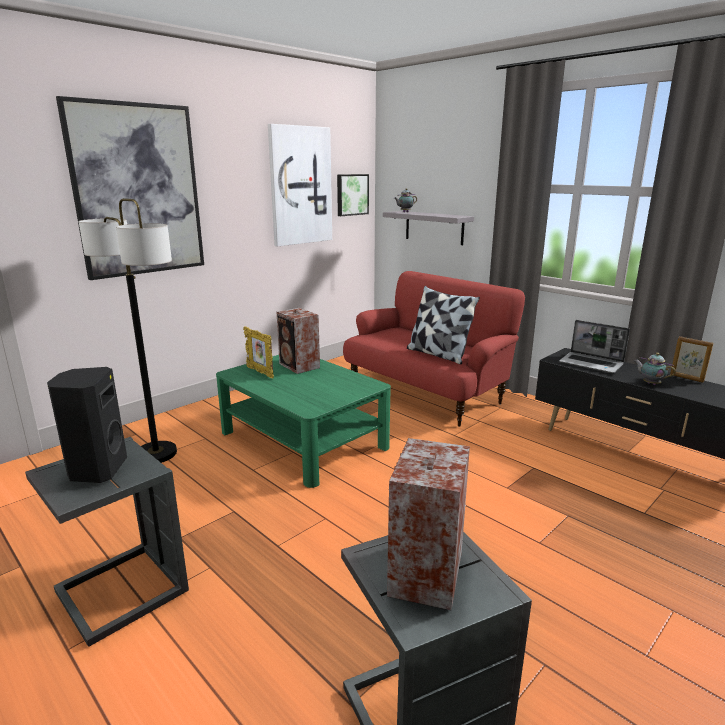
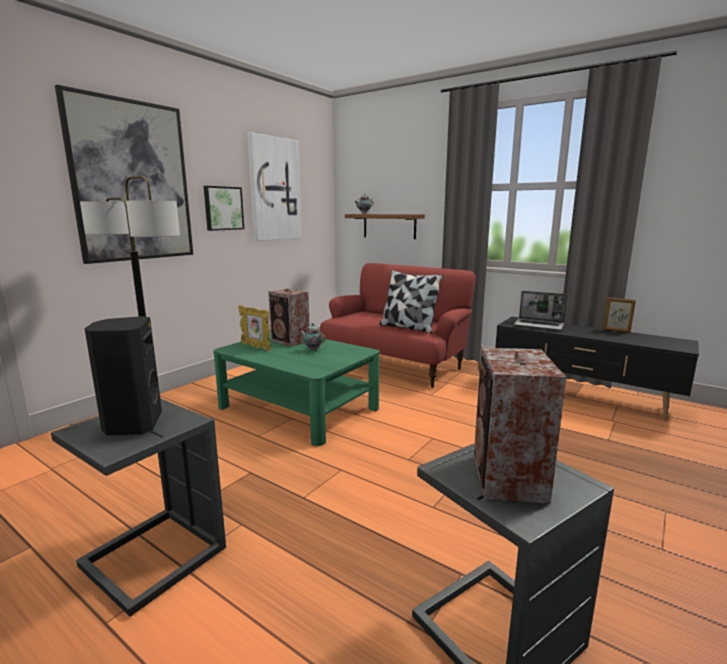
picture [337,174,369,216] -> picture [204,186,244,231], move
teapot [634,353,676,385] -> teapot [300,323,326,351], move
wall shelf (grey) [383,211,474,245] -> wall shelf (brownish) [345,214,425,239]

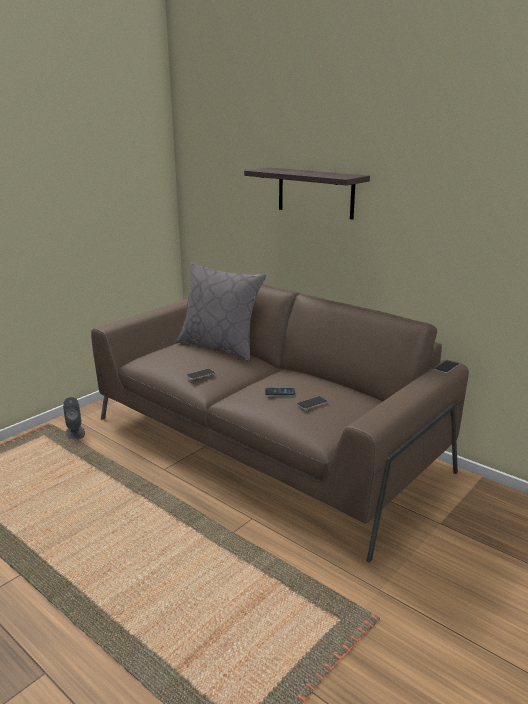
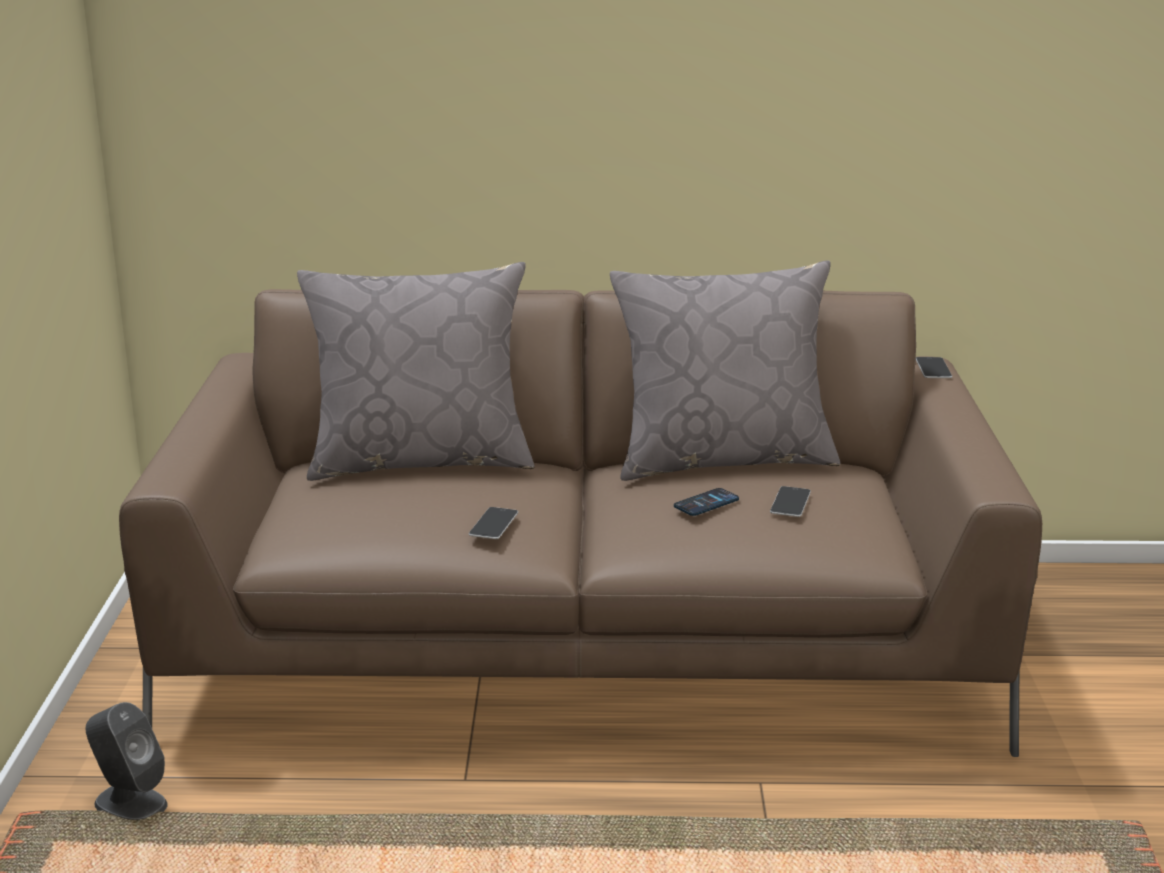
wall shelf [244,167,370,220] -> none
none -> cushion (grey) [610,260,841,481]

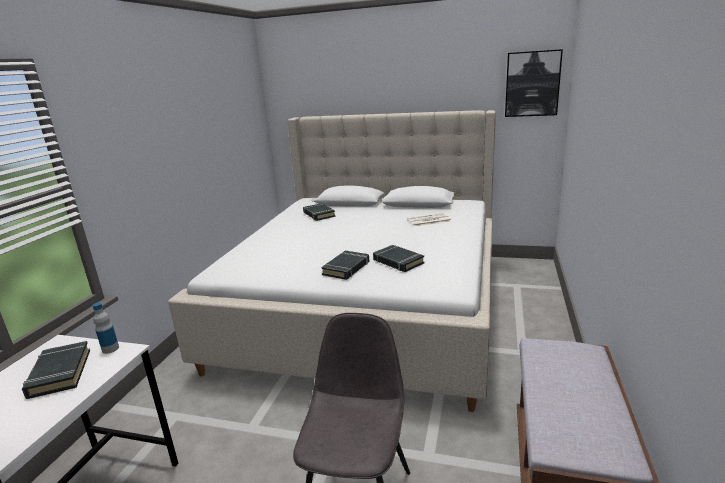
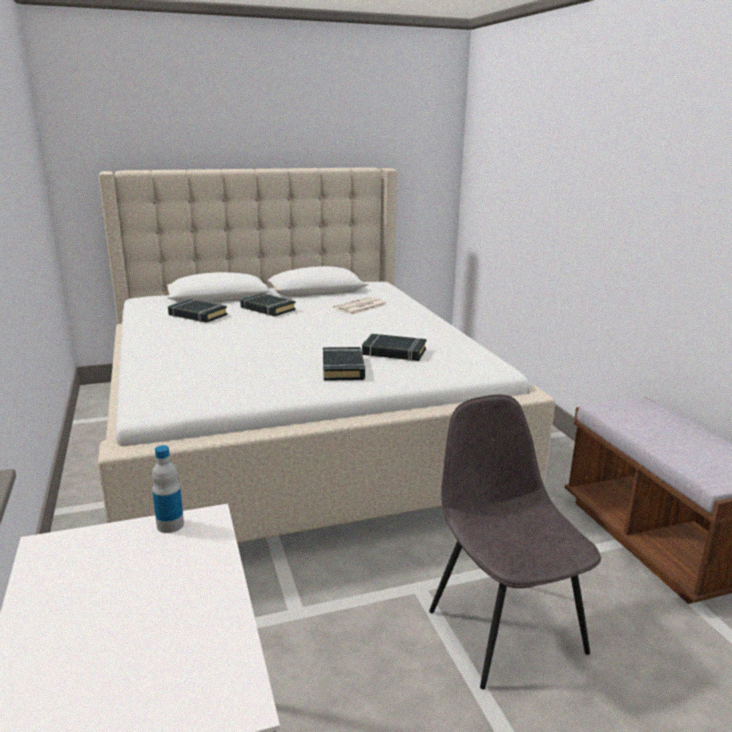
picture [505,49,563,117] -> none
bound book (black) [22,341,90,399] -> bound book (black) [240,293,296,316], move

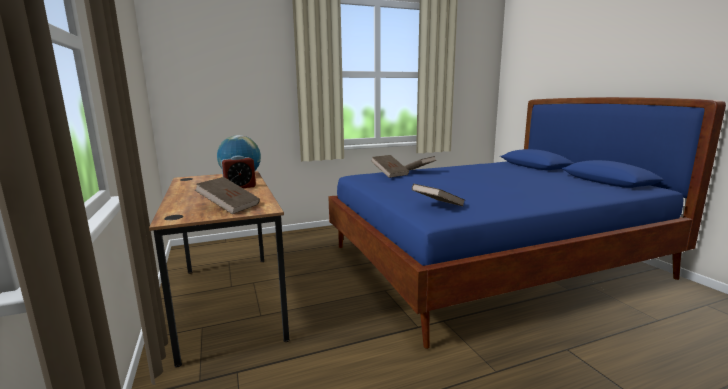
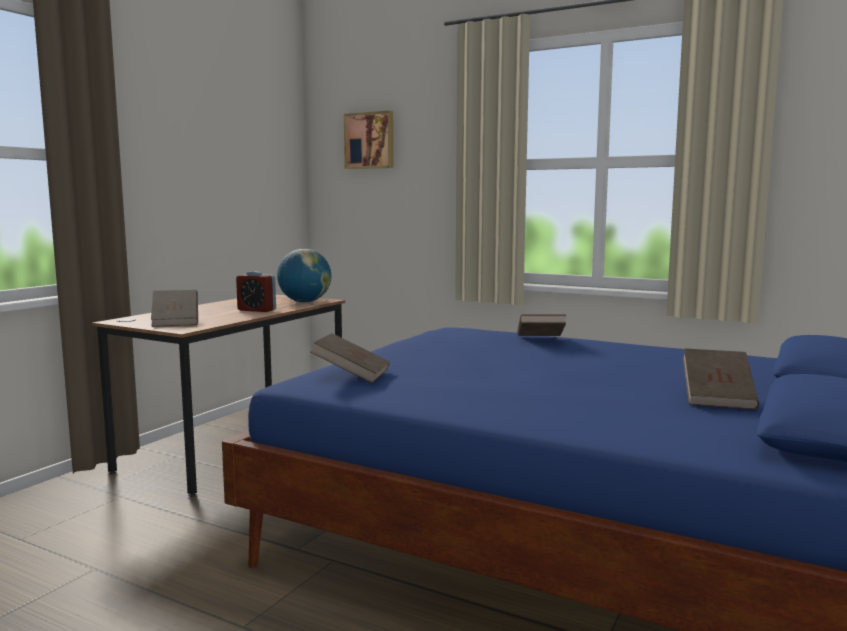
none -> picture [344,111,393,169]
bound book (brownish) [371,155,409,178] -> bound book (brownish) [683,348,759,410], move

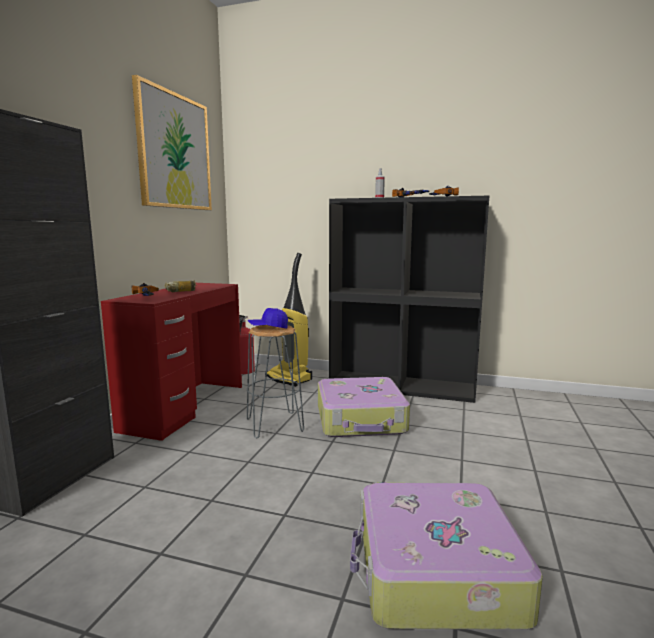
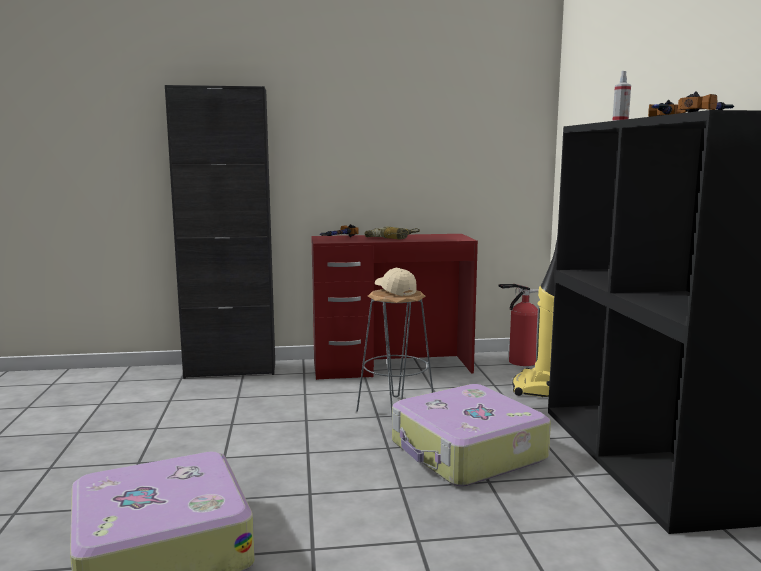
picture [132,75,212,210] -> none
baseball cap (bluish) [248,308,288,329] -> baseball cap (sand-coloured) [375,268,417,296]

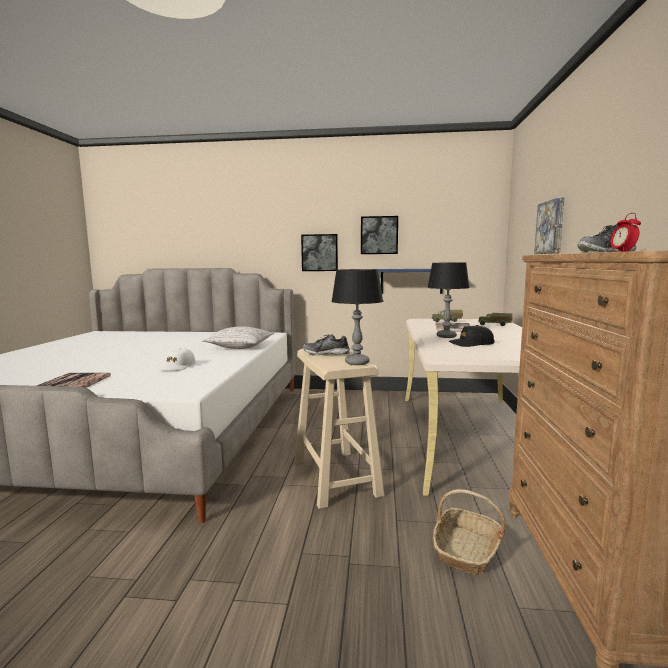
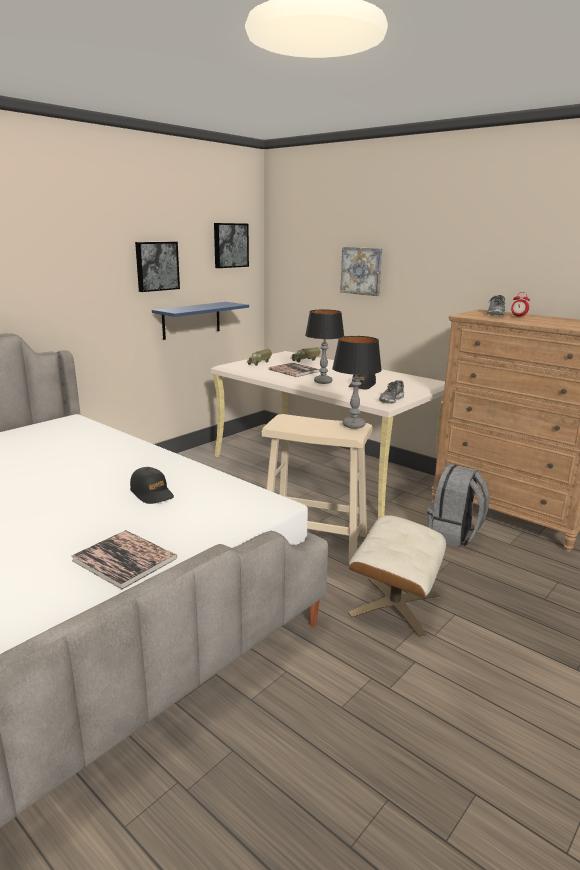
cushion [202,326,274,349] -> none
none -> footrest (sand-coloured) [348,515,446,637]
picture [301,234,338,271] -> picture [214,223,249,268], move
shoe [303,334,350,355] -> shoe [379,380,404,404], move
basket [433,489,506,575] -> backpack (grey) [427,464,489,547]
baseball cap (whitish) [159,348,195,371] -> baseball cap (black) [130,467,174,504]

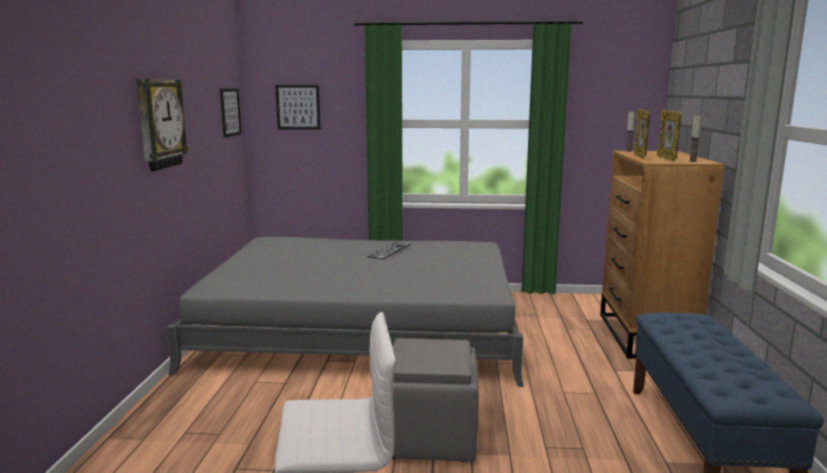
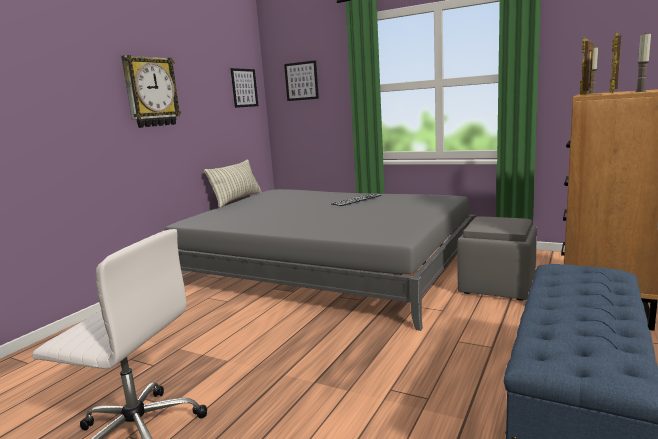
none -> cushion [204,159,262,208]
footrest (grey) [392,338,478,462] -> footrest (grey) [457,216,537,301], move

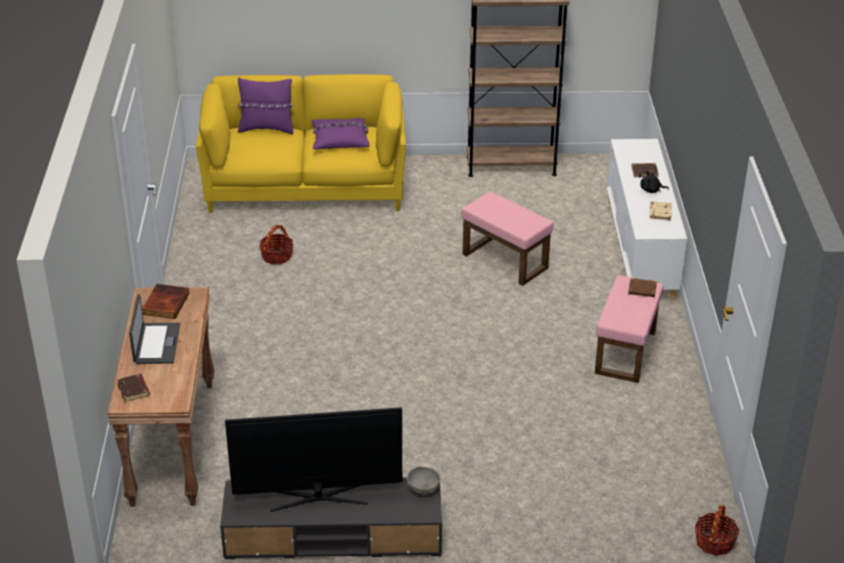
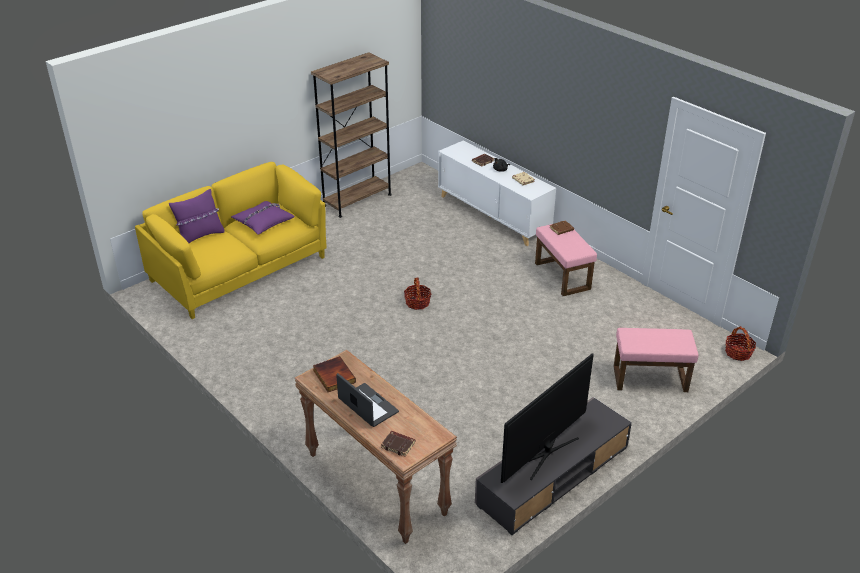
serving bowl (grey) [407,466,440,495] -> none
basket [259,225,293,264] -> basket [404,277,432,310], move
footrest (pink-coloured) [461,191,553,286] -> footrest (pink-coloured) [613,328,699,392], move

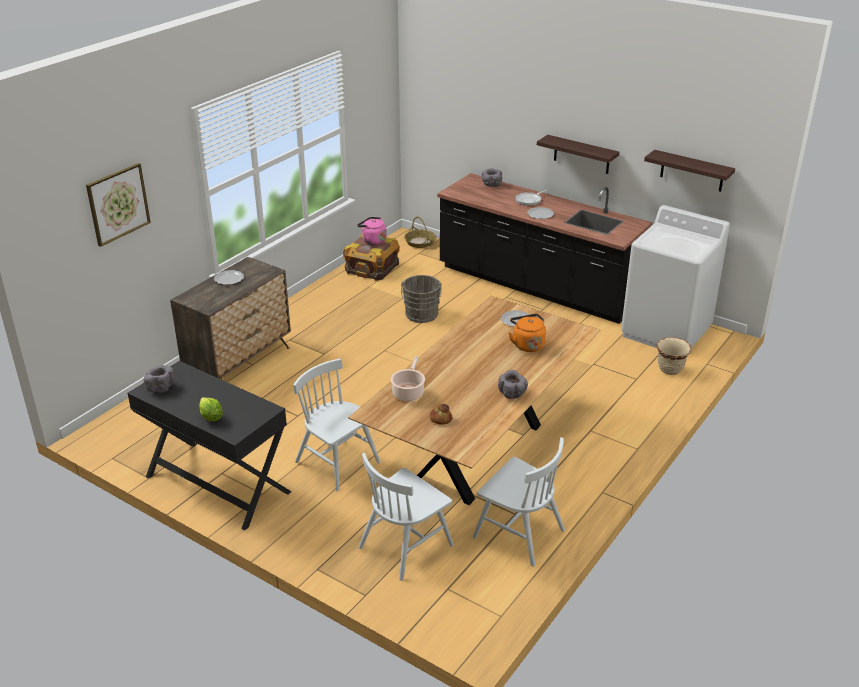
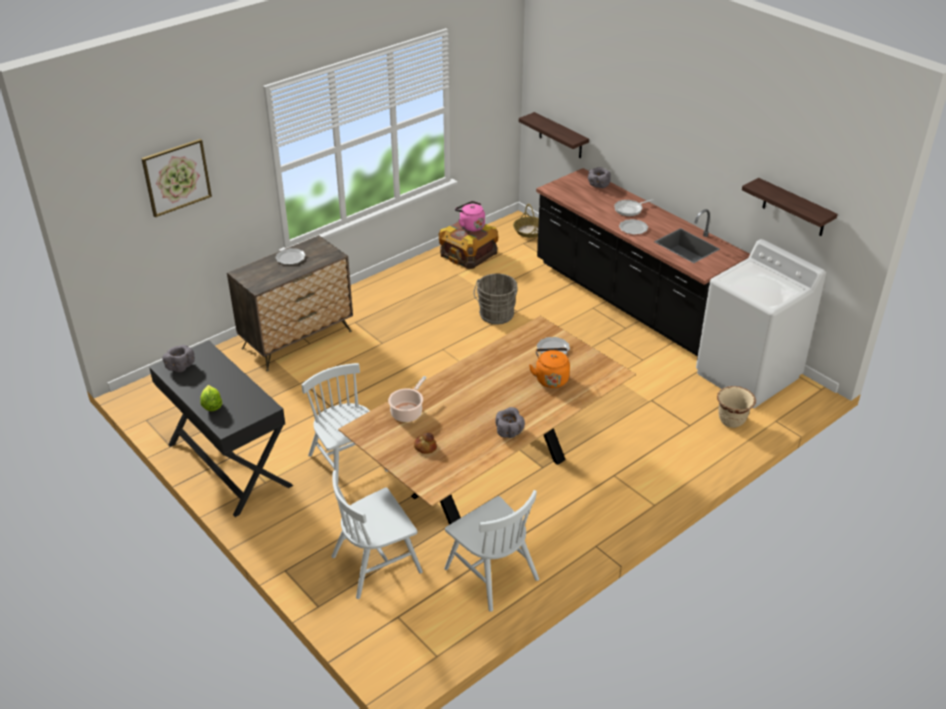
wall shelf [537,135,619,174] -> wall shelf [519,112,589,159], move

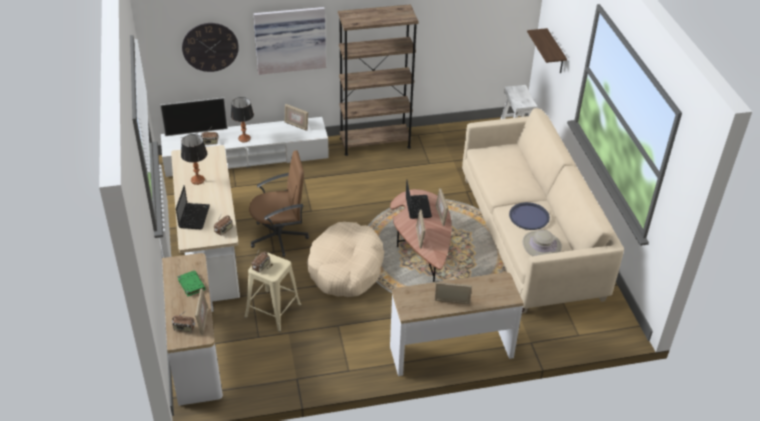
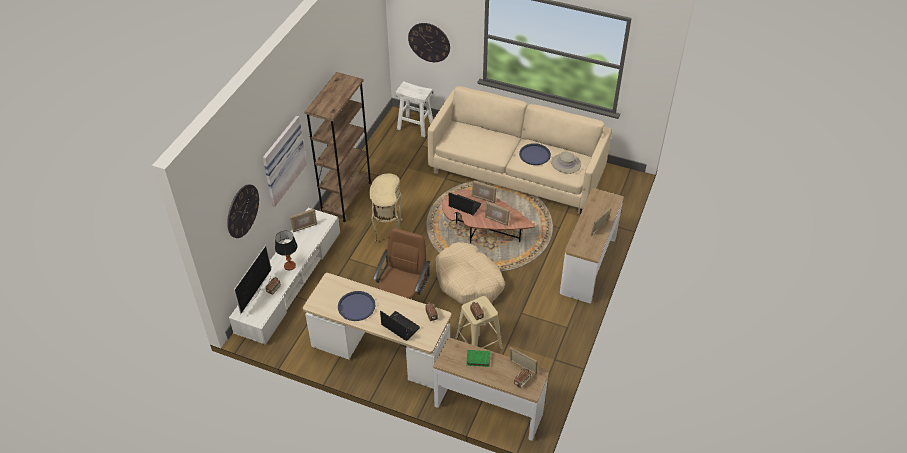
none -> side table (sand-coloured) [369,174,403,242]
tabletop lamp [181,134,207,185] -> carrying tray (bluish) [338,291,375,321]
wall shelf [527,28,567,73] -> clock on the wall [408,23,450,62]

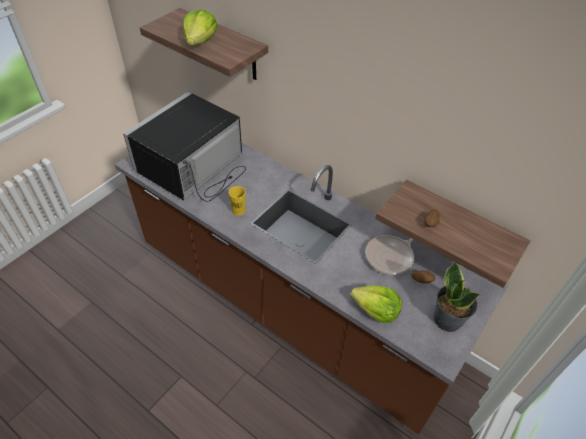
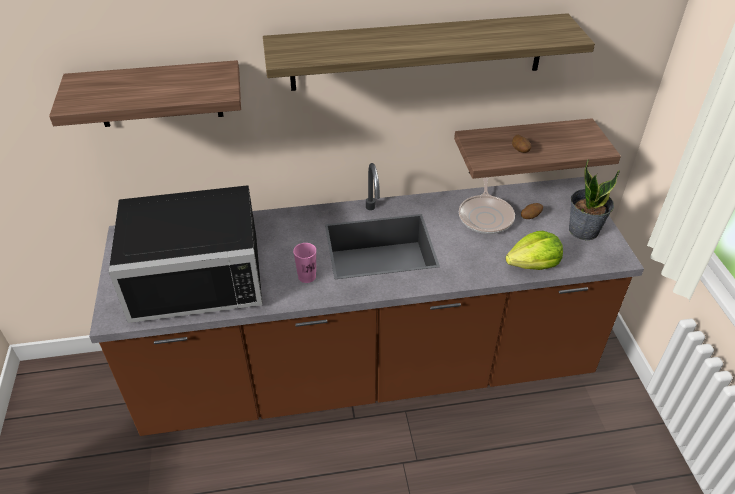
lettuce head [183,9,218,45] -> none
none -> wall shelf [263,13,595,91]
drinking cup (yellow-coloured) [229,186,246,216] -> drinking cup (pink-coloured) [293,243,316,283]
kitchen microwave (black) [123,92,246,202] -> kitchen microwave (black) [109,185,262,323], 90 degrees counterclockwise

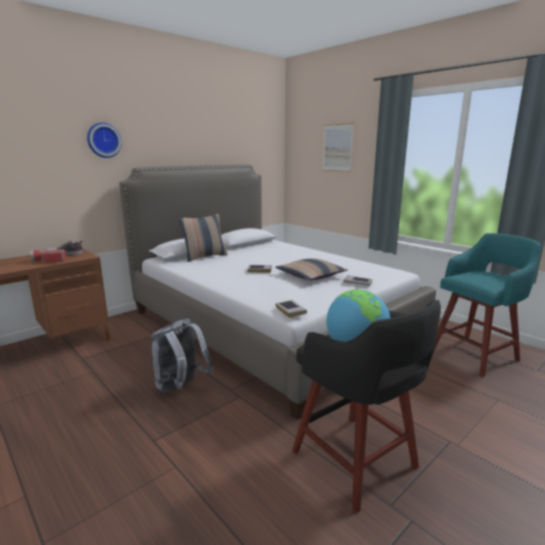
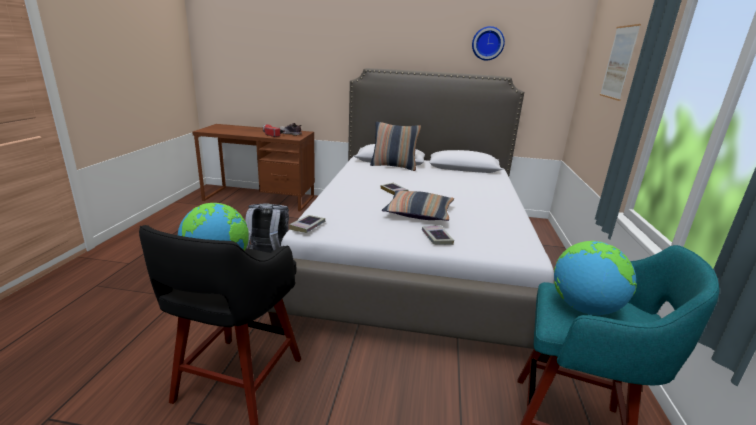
none -> world globe [554,241,637,315]
clock on the wall [87,122,122,158] -> clock on the wall [472,26,505,61], move

